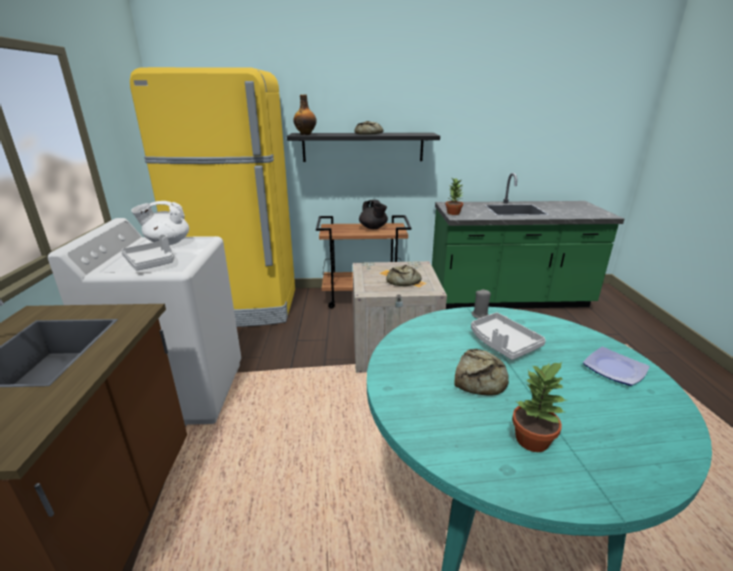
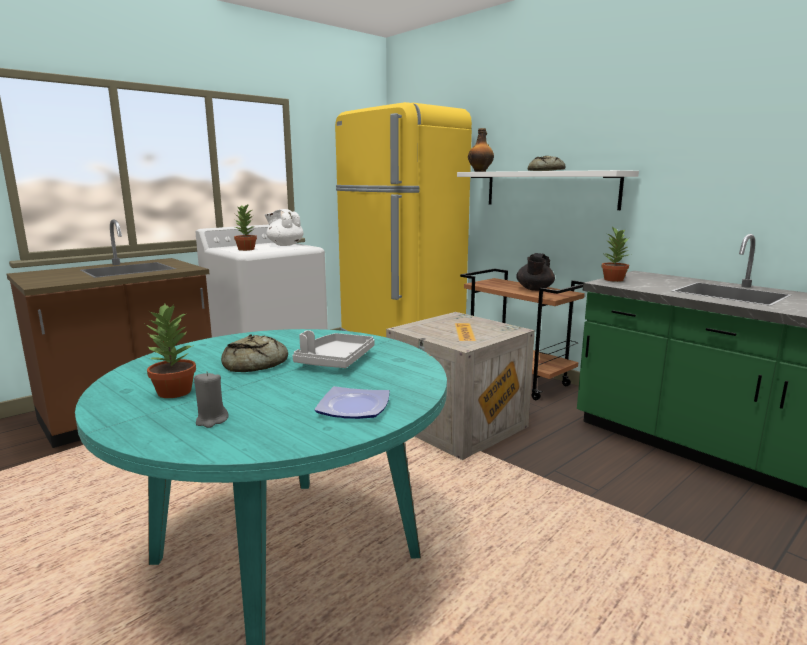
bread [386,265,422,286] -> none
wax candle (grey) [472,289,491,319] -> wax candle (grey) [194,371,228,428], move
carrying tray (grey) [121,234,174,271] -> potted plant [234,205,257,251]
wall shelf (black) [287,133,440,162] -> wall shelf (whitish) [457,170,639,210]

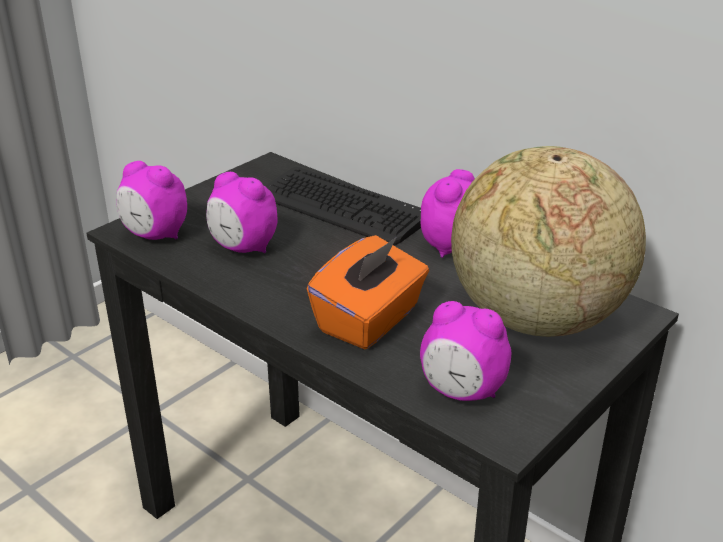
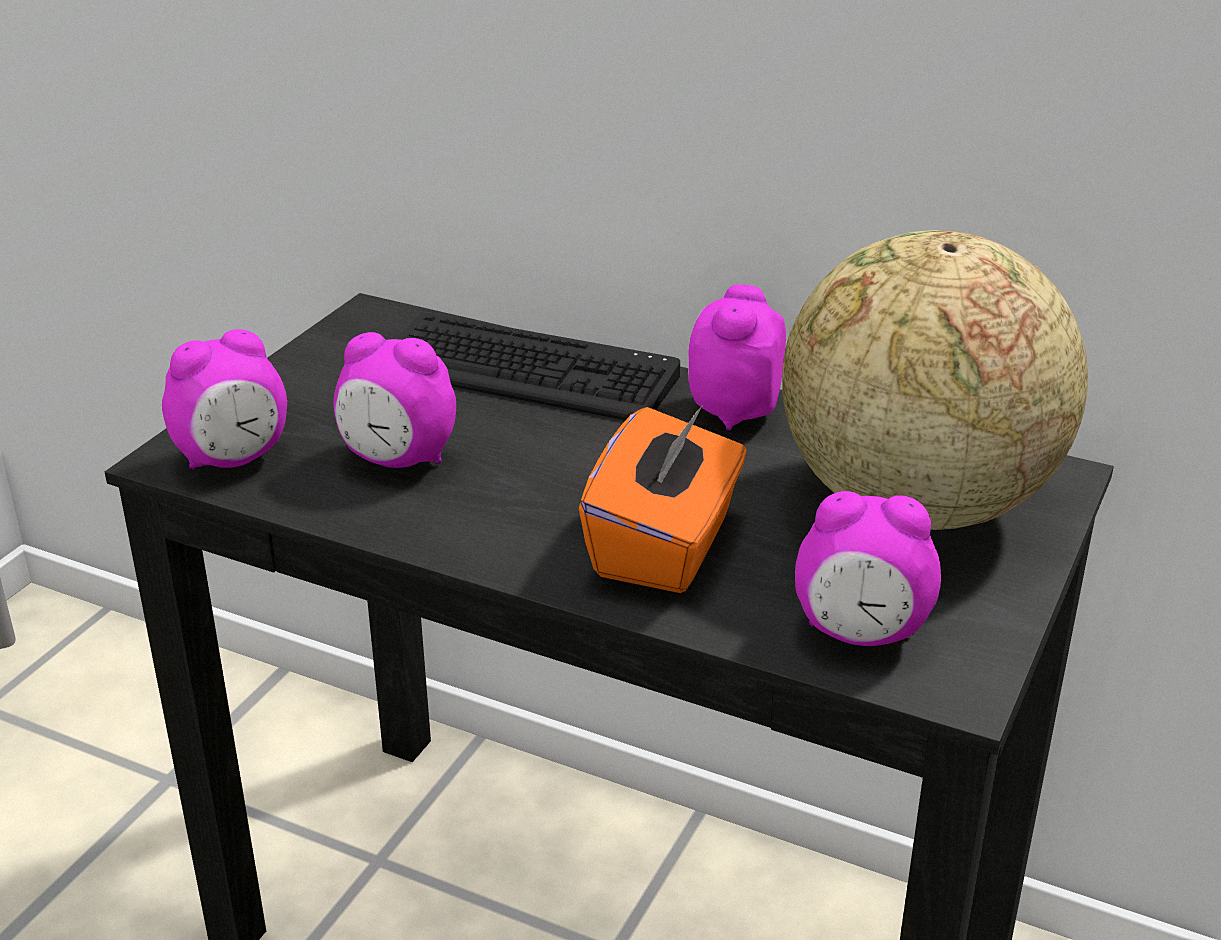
bedside clock [116,161,187,240] -> bedside clock [162,329,287,470], 45 degrees counterclockwise

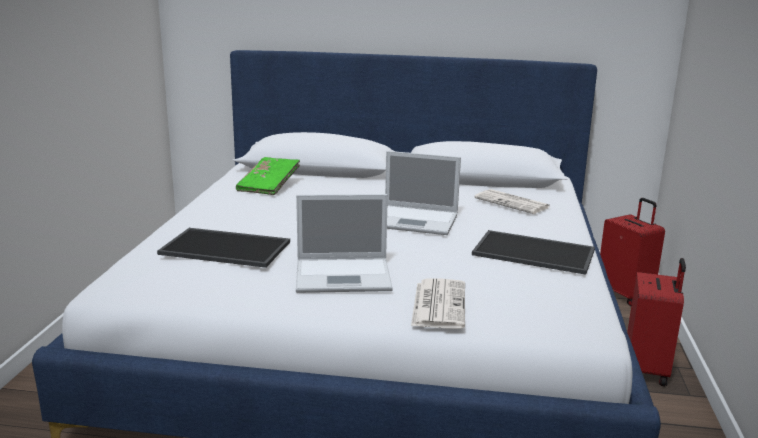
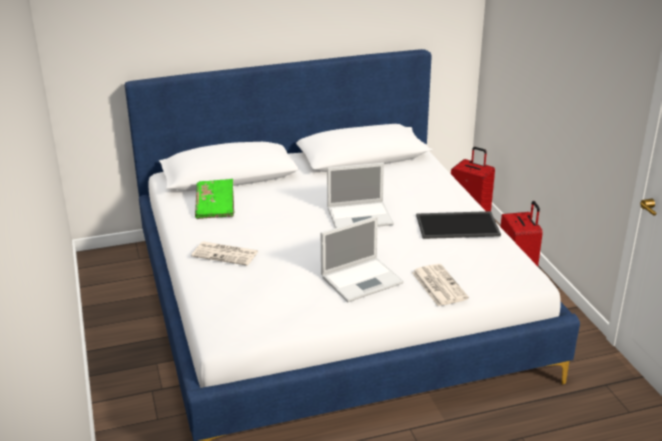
carrying tray [157,228,290,268] -> none
daily paper [474,189,550,214] -> daily paper [191,241,258,266], move

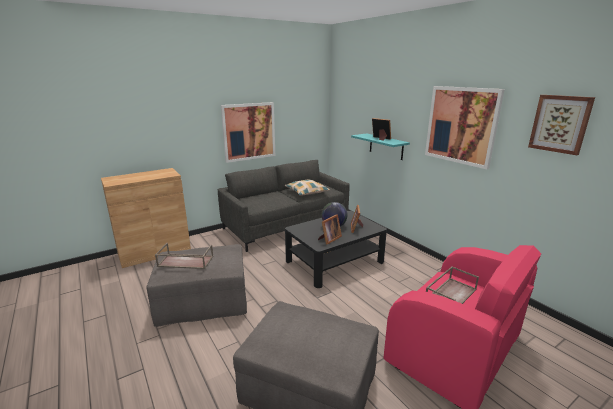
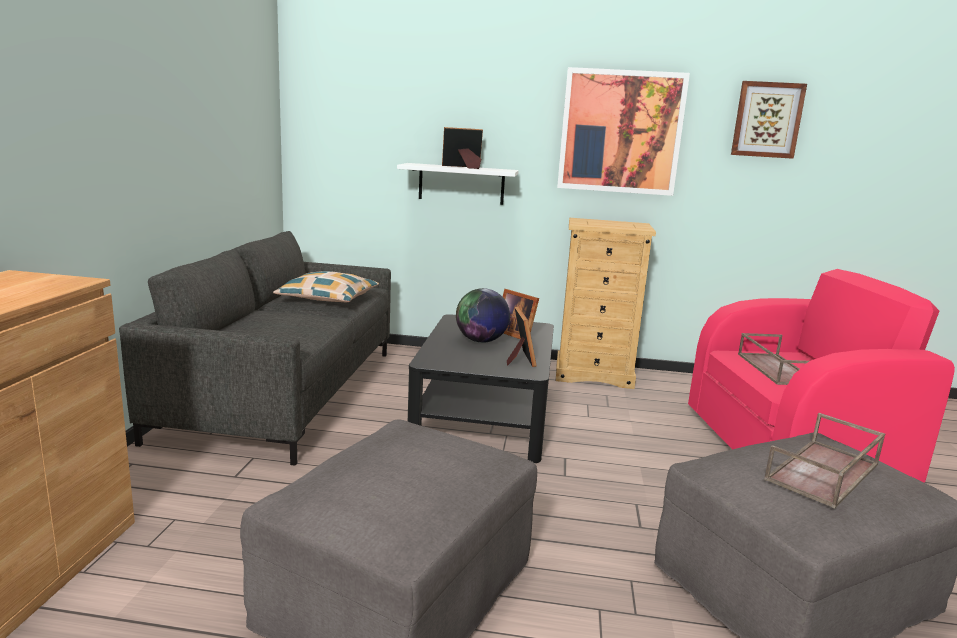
picture [221,102,275,163] -> none
none -> drawer chest (sand-coloured) [556,218,656,389]
carrying tray (brownish) [155,243,214,269] -> carrying tray (brownish) [764,413,885,509], move
wall shelf (turquoise) [351,133,410,160] -> wall shelf (whitish) [397,163,519,205]

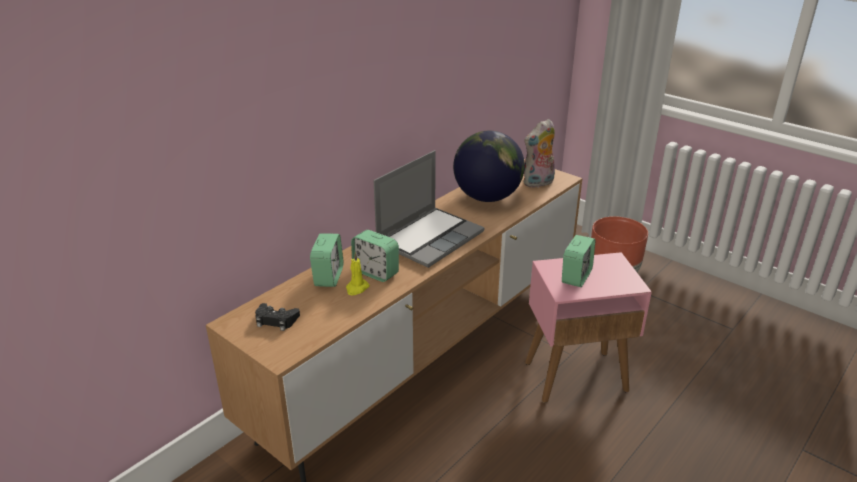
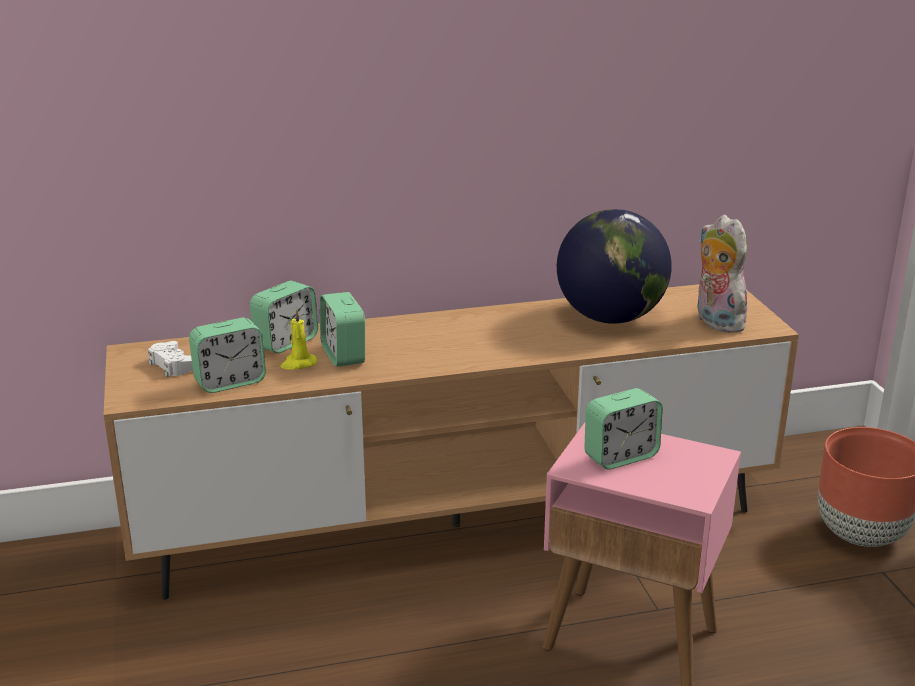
notebook computer [374,150,485,268] -> none
none -> bedside clock [189,318,266,393]
game controller (black) [255,303,300,331] -> game controller (whitish) [148,341,193,377]
soft toy [523,119,555,188] -> soft toy [696,215,747,333], 60 degrees clockwise

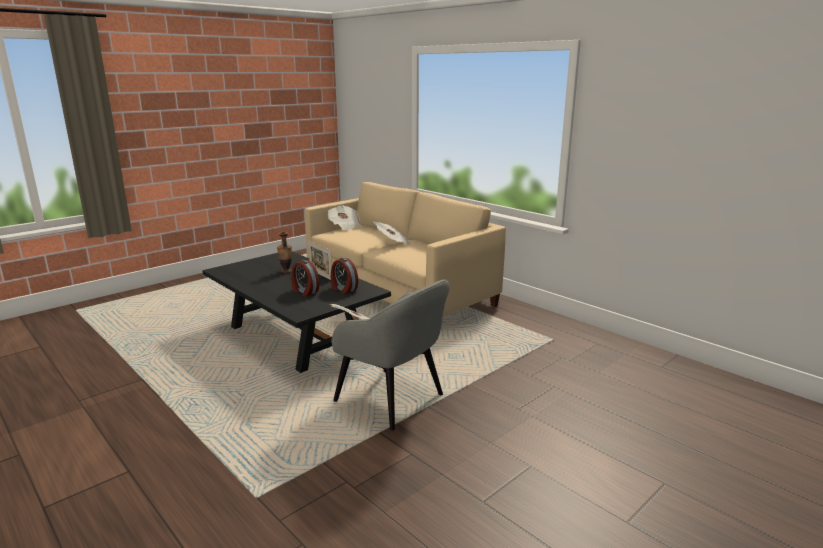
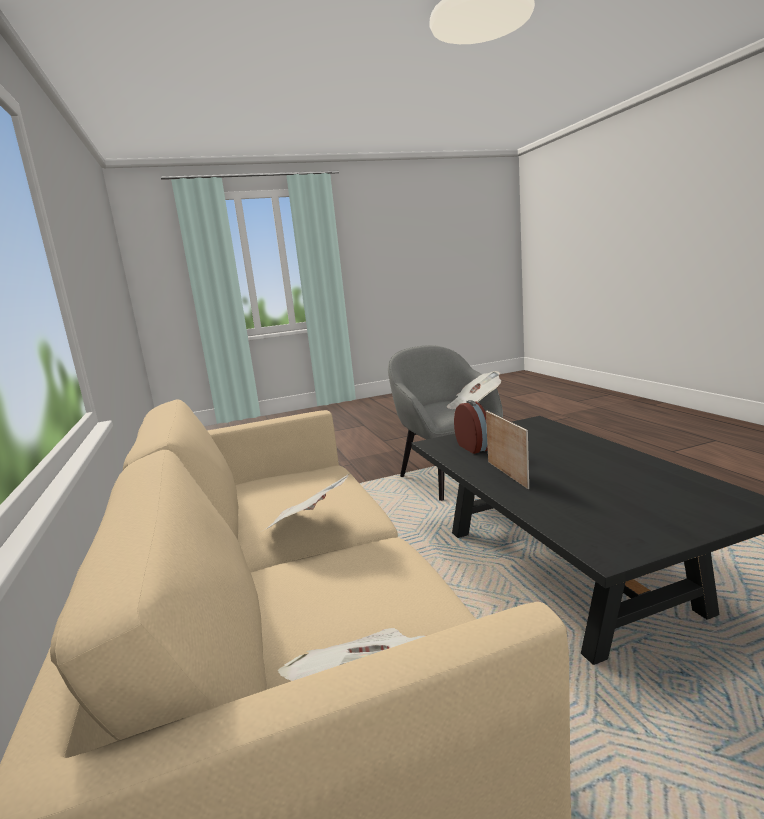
vase [277,232,292,273] -> none
bedside clock [292,260,319,296] -> none

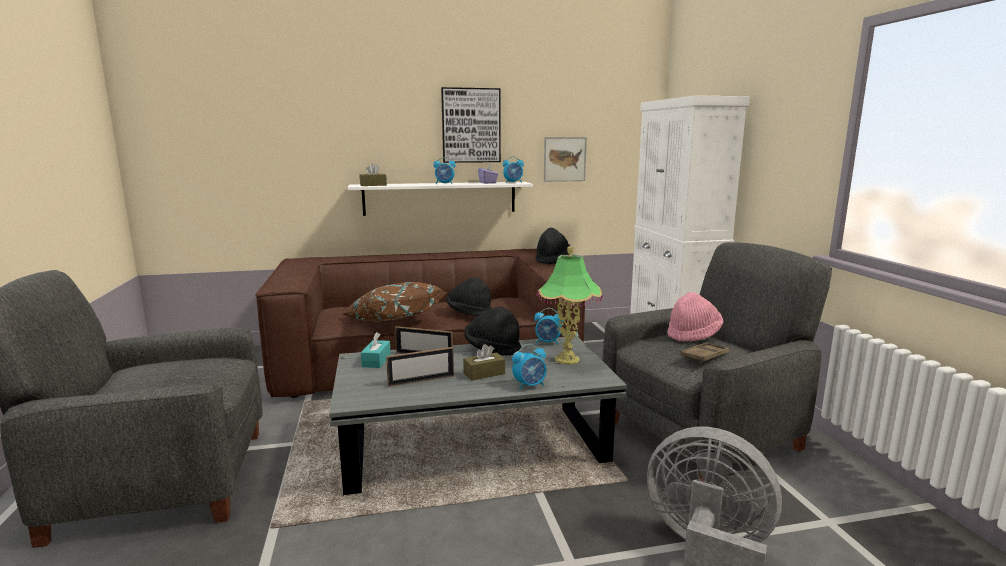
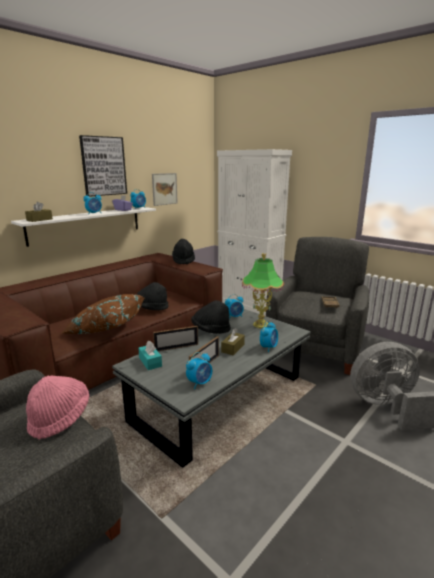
none -> bedside clock [186,352,212,389]
clothing hat (pink-coloured) [667,292,723,342] -> clothing hat (pink-coloured) [26,376,89,439], move

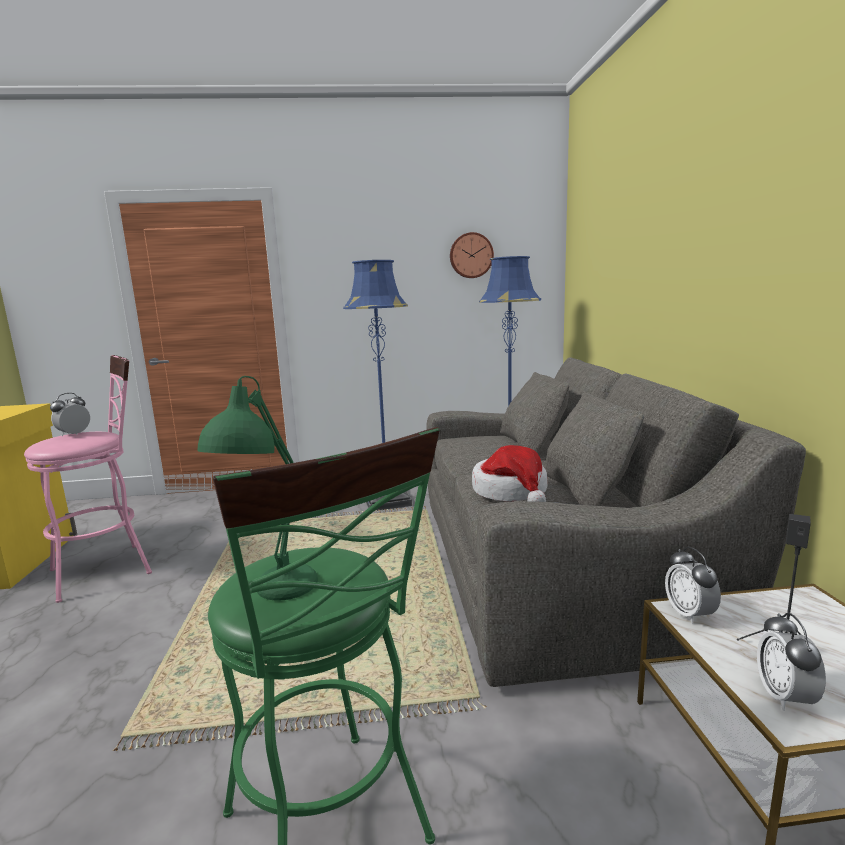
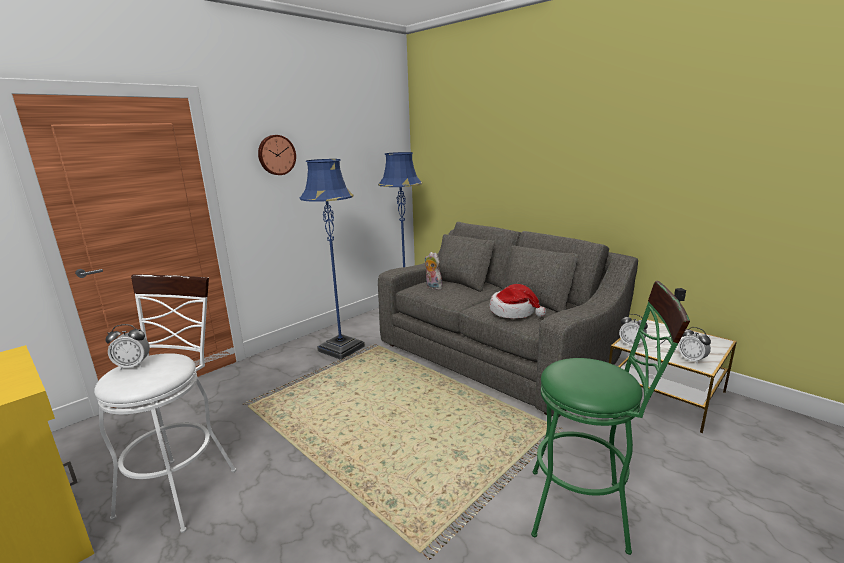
tabletop lamp (greenish) [197,376,318,601] -> none
none -> soft toy [425,252,443,290]
clock on the wall [450,232,494,278] -> clock on the wall [258,135,296,175], move
sitting stool (pink-coloured) [24,355,152,603] -> sitting stool (whitish) [94,274,236,533]
bedside clock [50,393,90,436] -> bedside clock [105,324,150,370], 90 degrees counterclockwise

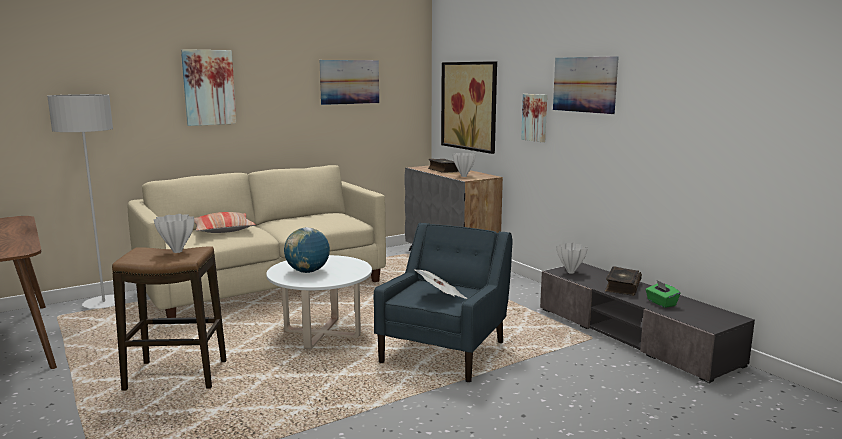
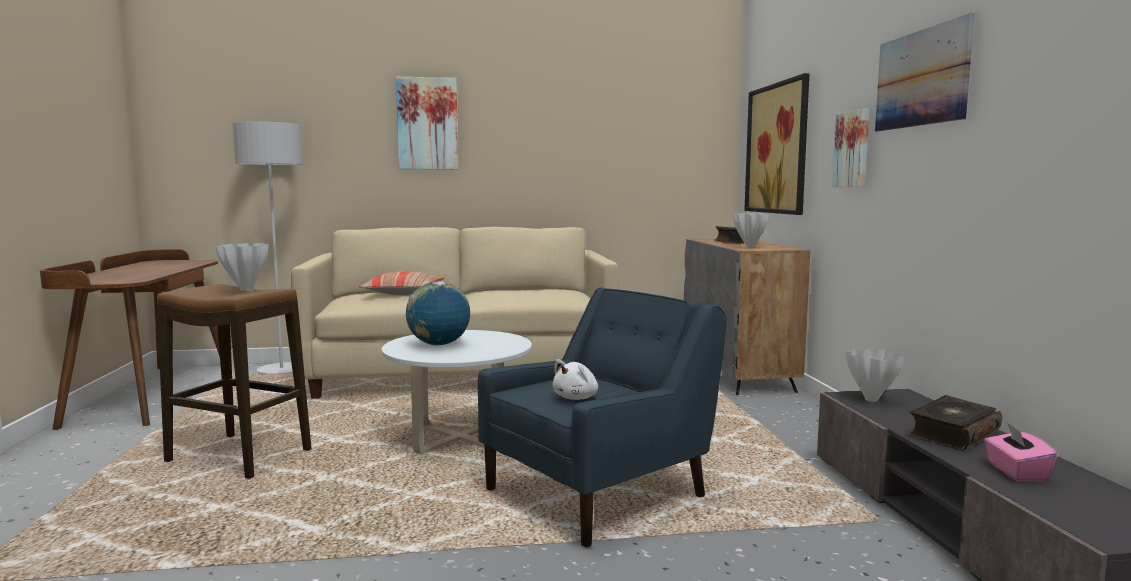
picture [320,60,379,105] -> none
daily paper [415,270,468,299] -> soft toy (whitish) [552,359,598,400]
tissue box (greenish) [645,280,680,308] -> tissue box (pink-coloured) [984,422,1057,482]

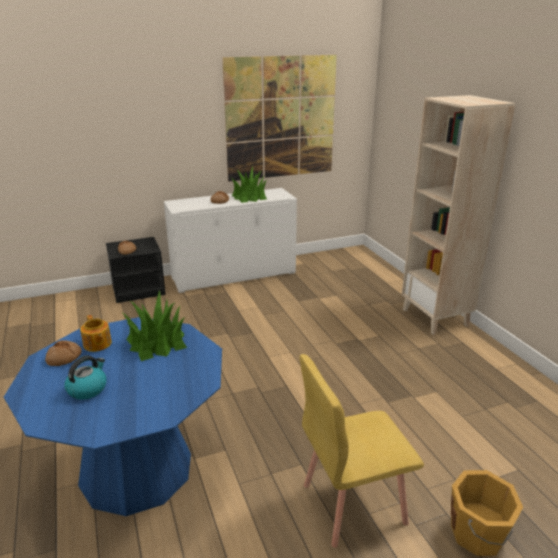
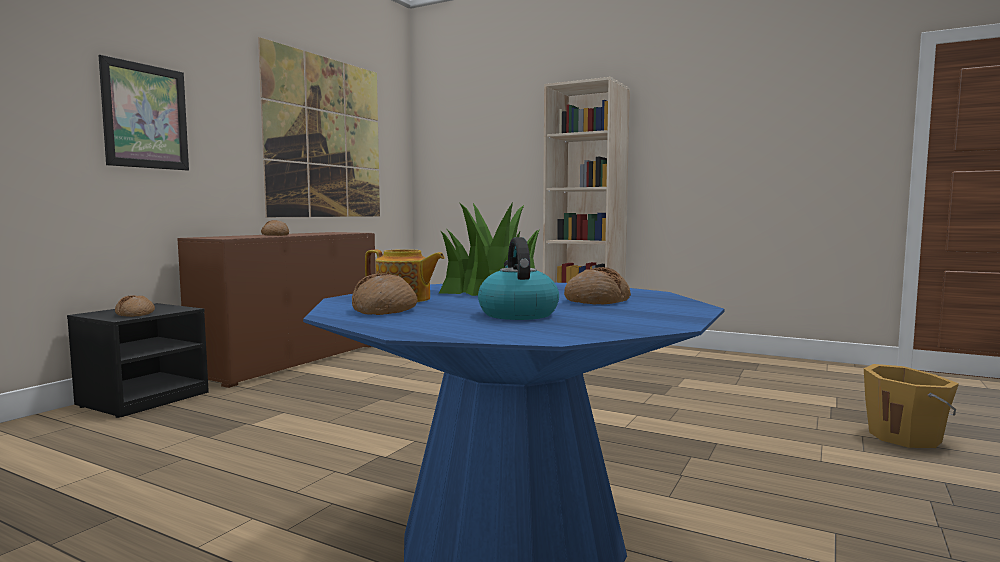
potted plant [232,166,267,203] -> none
chair (yellow-coloured) [300,354,424,548] -> none
none -> picture [98,55,189,171]
none -> bread [564,267,631,304]
storage cabinet (whitish) [164,188,297,293] -> storage cabinet (brownish) [177,232,375,388]

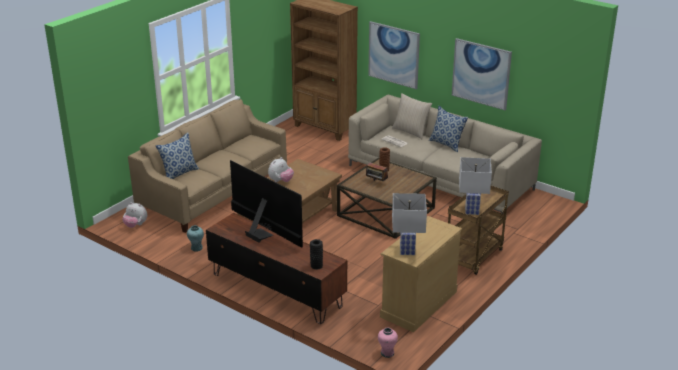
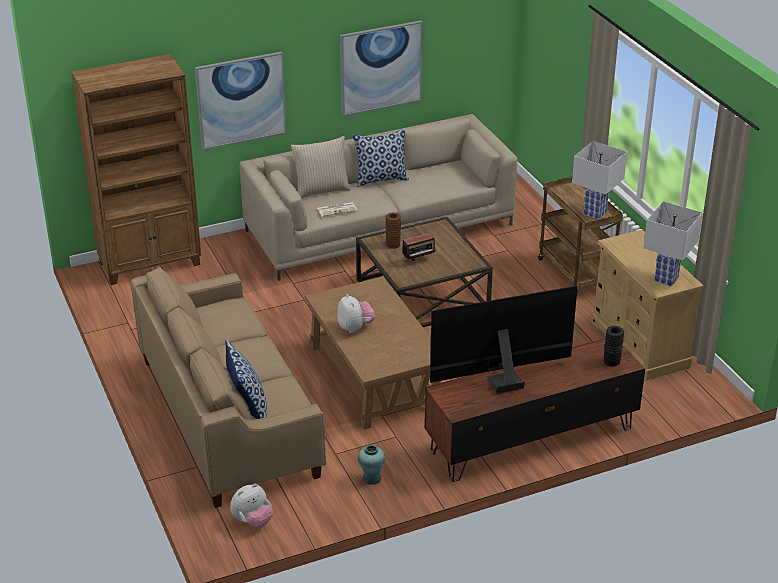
vase (pink-coloured) [378,328,398,358] -> none

